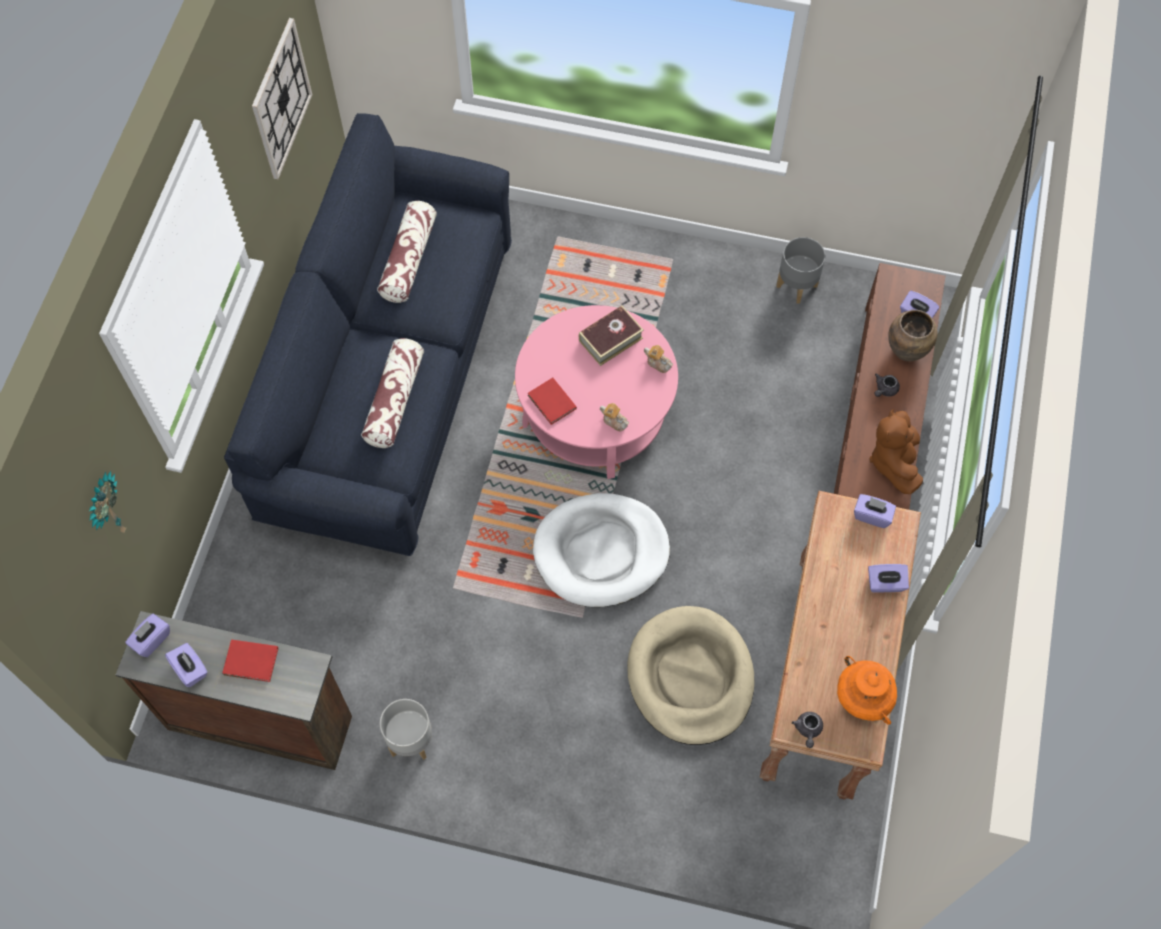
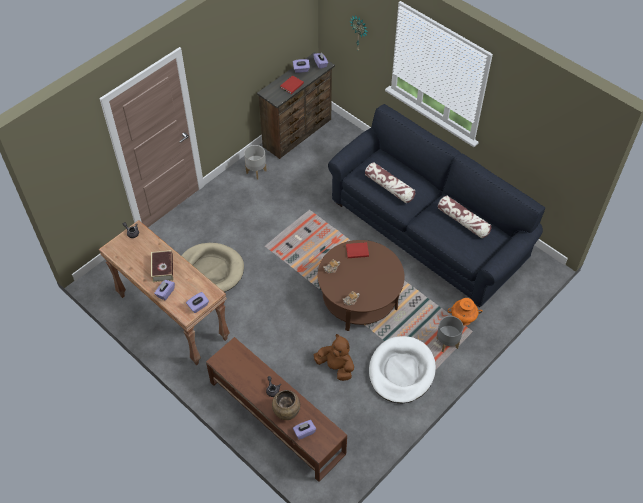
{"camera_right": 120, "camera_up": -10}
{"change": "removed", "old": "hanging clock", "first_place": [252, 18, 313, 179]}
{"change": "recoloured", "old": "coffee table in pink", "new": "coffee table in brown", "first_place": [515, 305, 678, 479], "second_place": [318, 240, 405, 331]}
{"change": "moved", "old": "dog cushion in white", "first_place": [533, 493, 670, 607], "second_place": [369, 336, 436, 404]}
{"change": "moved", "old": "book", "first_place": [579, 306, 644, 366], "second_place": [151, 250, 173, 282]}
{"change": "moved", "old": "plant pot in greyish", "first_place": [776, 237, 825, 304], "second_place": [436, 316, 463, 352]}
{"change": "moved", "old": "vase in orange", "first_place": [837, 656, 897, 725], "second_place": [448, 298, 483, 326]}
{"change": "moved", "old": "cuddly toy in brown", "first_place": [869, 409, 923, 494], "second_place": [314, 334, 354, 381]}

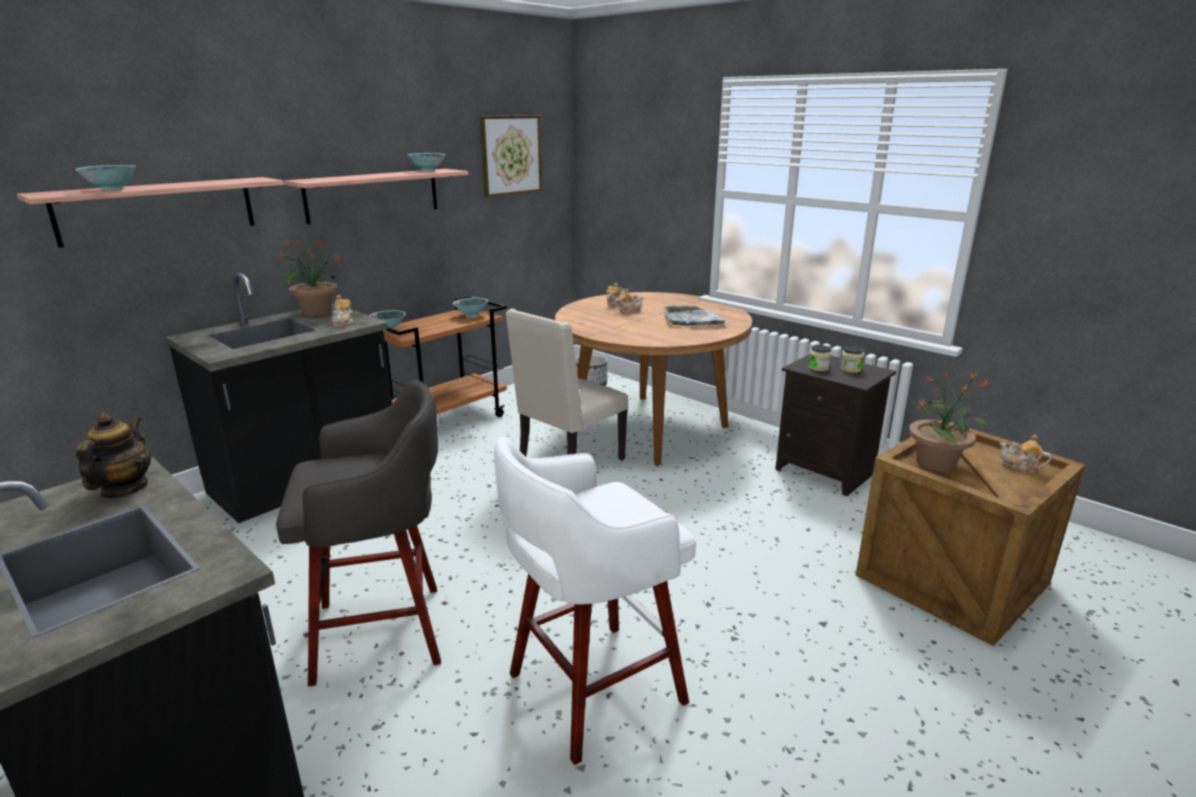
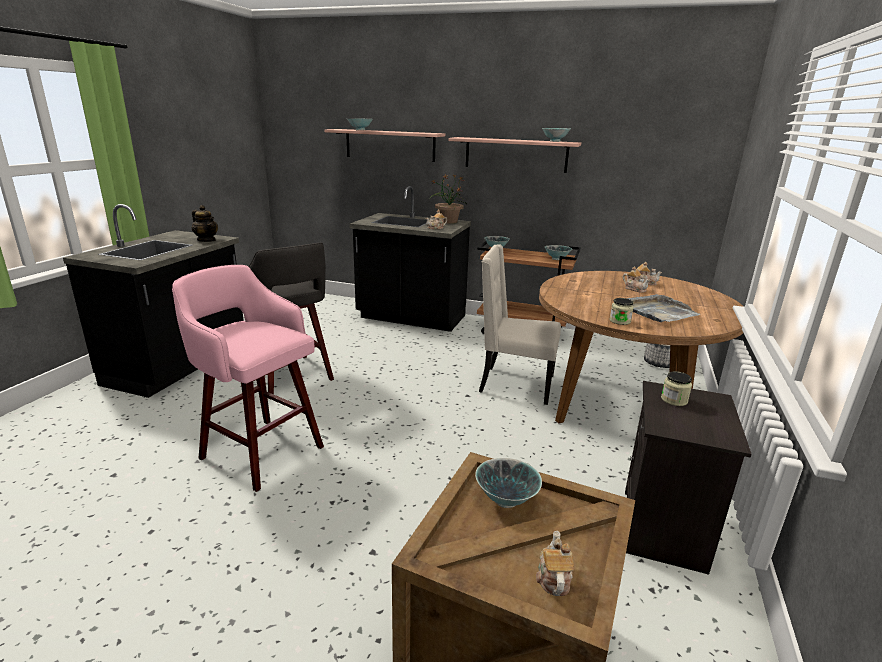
{"camera_right": 65, "camera_up": 0}
{"change": "turned", "old": "pot for tea", "first_place": [76, 413, 151, 498], "second_place": [191, 205, 218, 242], "degrees": 60}
{"change": "removed", "old": "picture", "first_place": [480, 115, 542, 197]}
{"change": "recoloured", "old": "stool in white", "new": "stool in pink", "first_place": [494, 437, 696, 765], "second_place": [172, 265, 324, 492]}
{"change": "moved", "old": "preserve jar", "first_place": [840, 346, 864, 373], "second_place": [610, 298, 634, 325]}
{"change": "replaced", "old": "houseplant", "new": "bowl", "first_place": [909, 373, 989, 471], "second_place": [475, 458, 542, 508]}

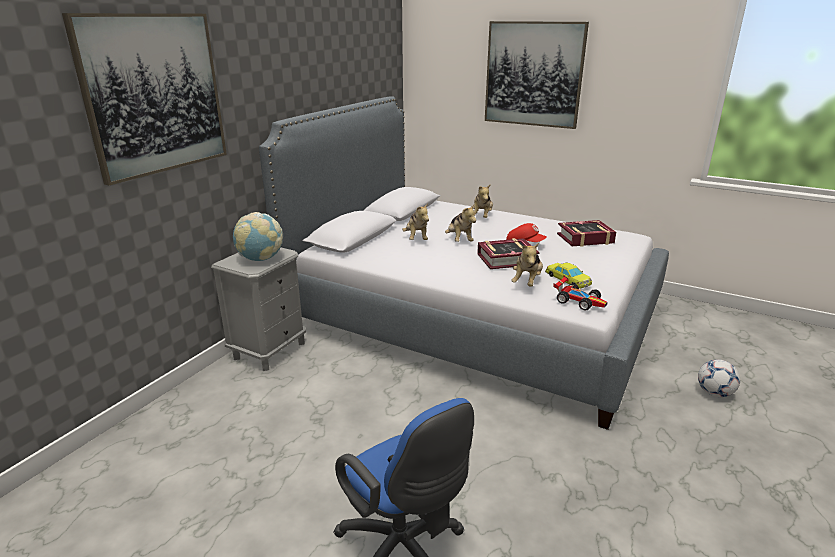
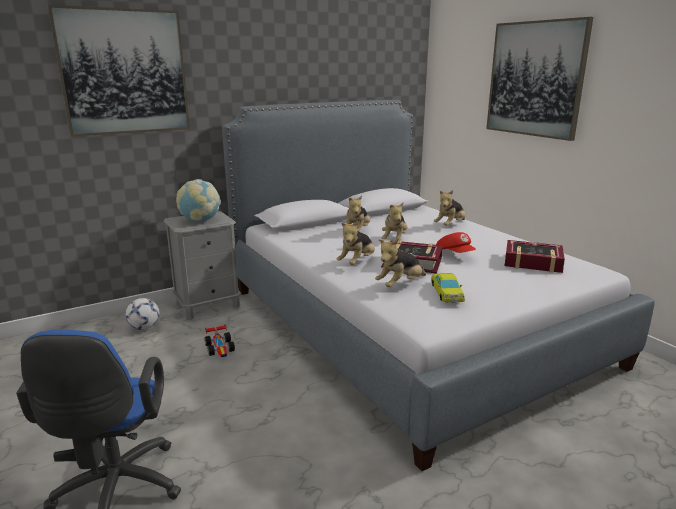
{"camera_right": 30, "camera_up": -5}
{"change": "moved", "old": "model car", "first_place": [553, 276, 608, 310], "second_place": [204, 325, 235, 357]}
{"change": "moved", "old": "football ball", "first_place": [698, 359, 740, 397], "second_place": [126, 298, 160, 330]}
{"change": "added", "new": "cuddly toy", "second_place": [337, 221, 375, 265]}

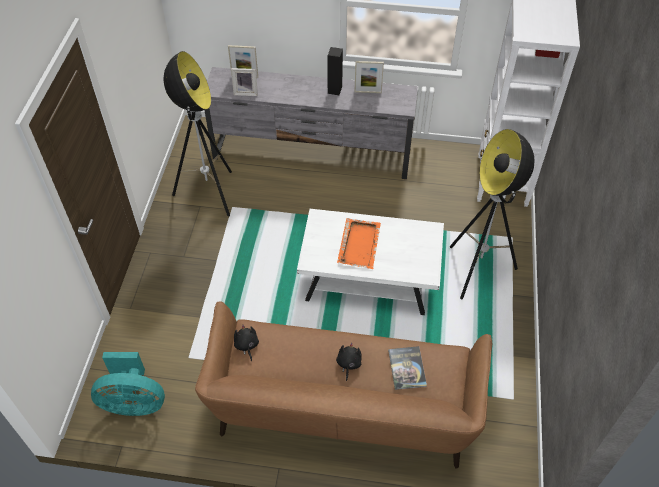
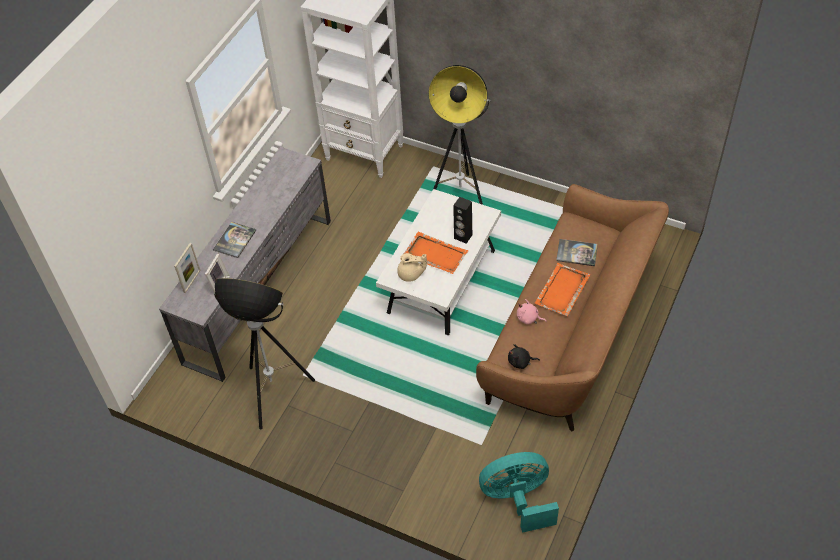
{"camera_right": -70, "camera_up": 0}
{"change": "turned", "old": "fan in blue-green", "first_place": [91, 352, 165, 416], "second_place": [479, 452, 559, 533], "degrees": -120}
{"change": "moved", "old": "speaker in black", "first_place": [327, 47, 343, 95], "second_place": [453, 197, 472, 244]}
{"change": "replaced", "old": "cuddly toy in black", "new": "carrying tray in orange", "first_place": [336, 343, 362, 381], "second_place": [535, 263, 590, 316]}
{"change": "removed", "old": "standing frame", "first_place": [354, 61, 384, 93]}
{"change": "added", "new": "book", "second_place": [213, 222, 256, 258]}
{"change": "added", "new": "pot for tea in beige", "second_place": [397, 253, 427, 282]}
{"change": "added", "new": "cuddly toy in pink", "second_place": [517, 299, 547, 325]}

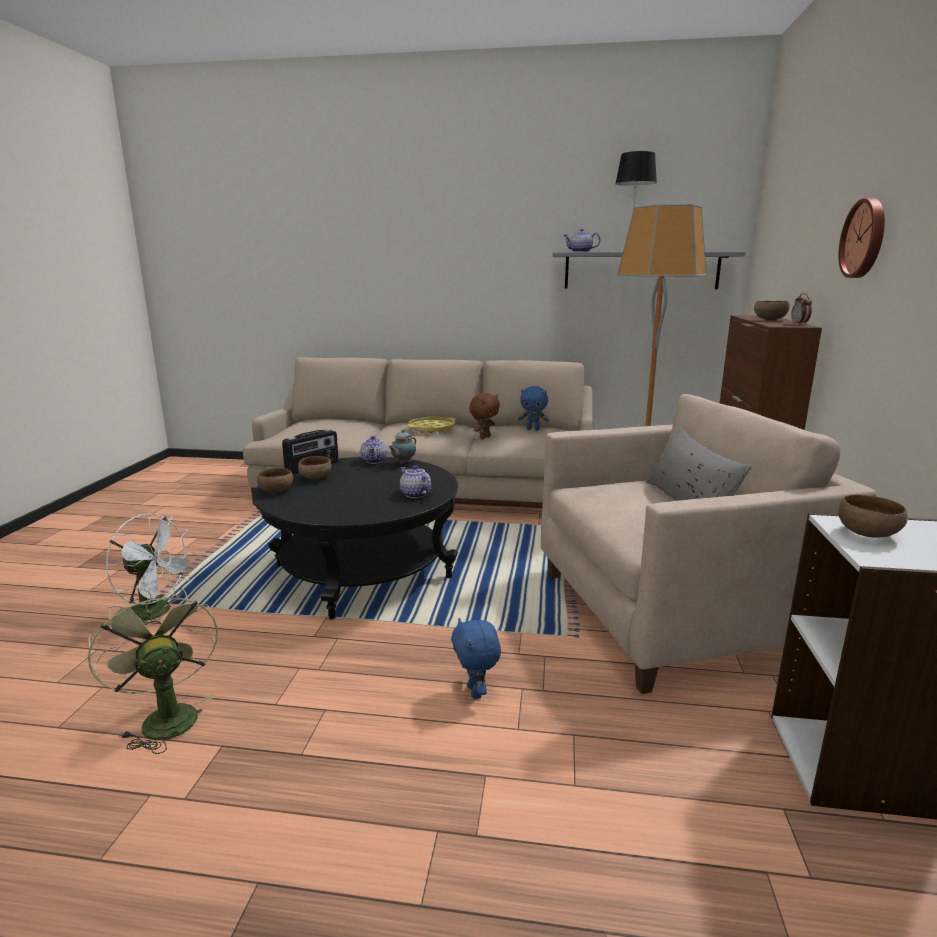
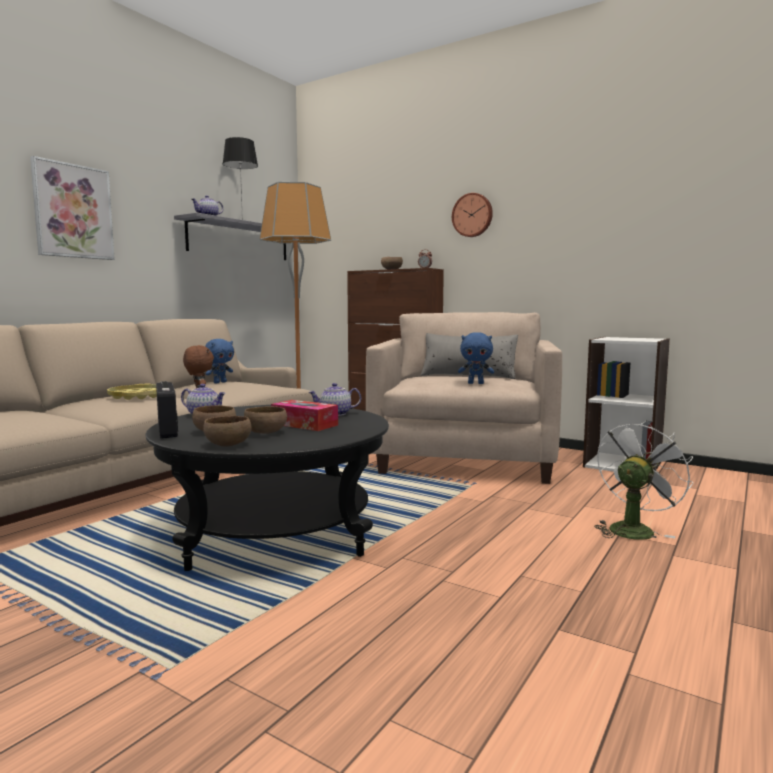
{"camera_right": -65, "camera_up": -10}
{"change": "removed", "old": "fan in green", "first_place": [88, 588, 218, 754]}
{"change": "moved", "old": "fan in white", "first_place": [106, 514, 196, 621], "second_place": [594, 420, 693, 540]}
{"change": "removed", "old": "pot for tea", "first_place": [388, 429, 416, 464]}
{"change": "moved", "old": "cuddly toy in blue", "first_place": [451, 618, 501, 699], "second_place": [458, 332, 494, 384]}
{"change": "moved", "old": "bowl in brown", "first_place": [838, 494, 908, 538], "second_place": [244, 406, 287, 434]}
{"change": "added", "new": "picture", "second_place": [30, 156, 115, 260]}
{"change": "added", "new": "box of tissues", "second_place": [271, 400, 338, 431]}

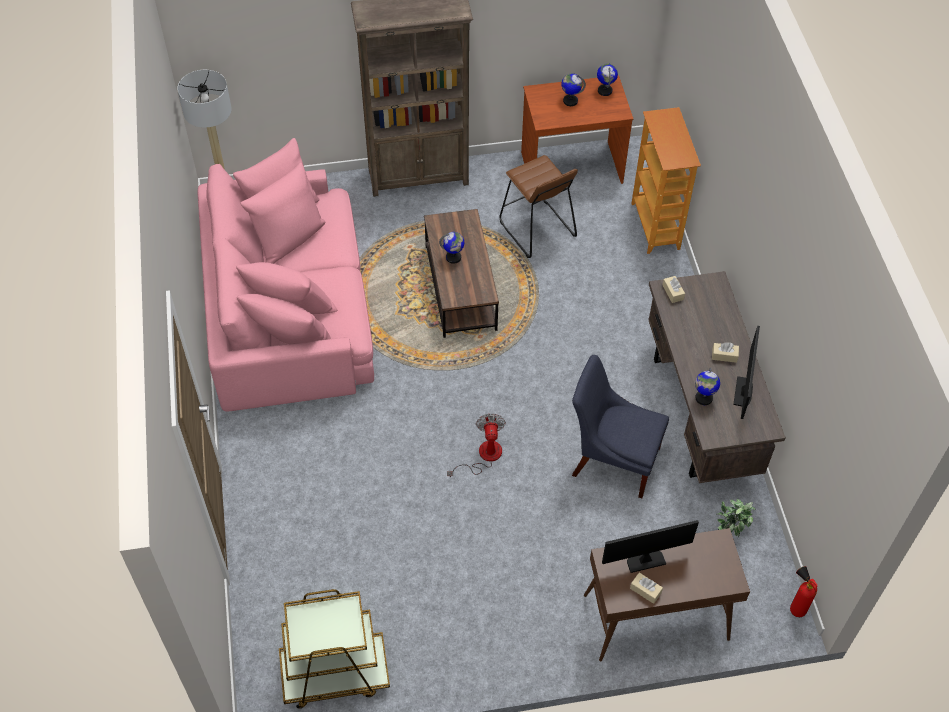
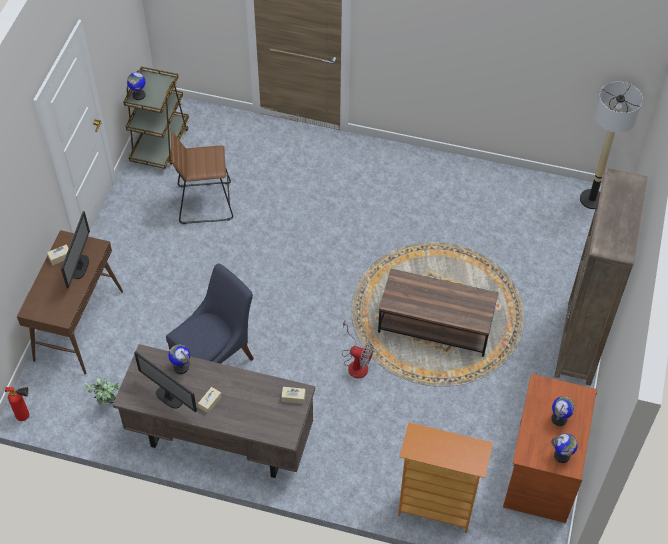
{"camera_right": 115, "camera_up": 0}
{"change": "removed", "old": "couch in pink", "first_place": [198, 138, 374, 411]}
{"change": "moved", "old": "desk globe", "first_place": [439, 232, 464, 264], "second_place": [127, 70, 146, 100]}
{"change": "moved", "old": "fan", "first_place": [447, 414, 506, 477], "second_place": [342, 320, 374, 378]}
{"change": "moved", "old": "stool in brown", "first_place": [499, 155, 578, 258], "second_place": [171, 132, 233, 224]}

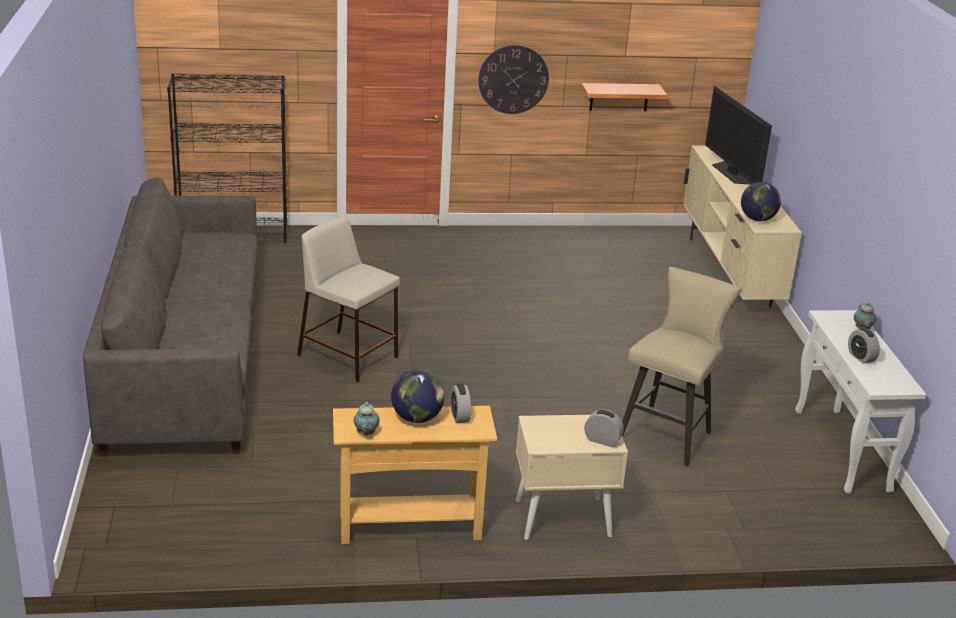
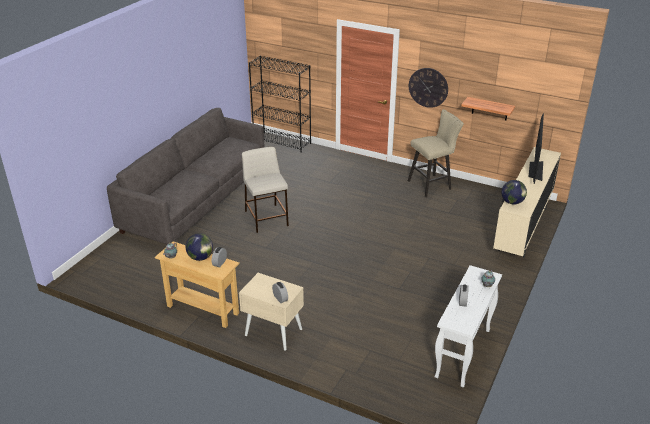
{"camera_right": 35, "camera_up": 5}
{"change": "moved", "old": "stool in beige", "first_place": [622, 267, 742, 466], "second_place": [408, 109, 464, 197]}

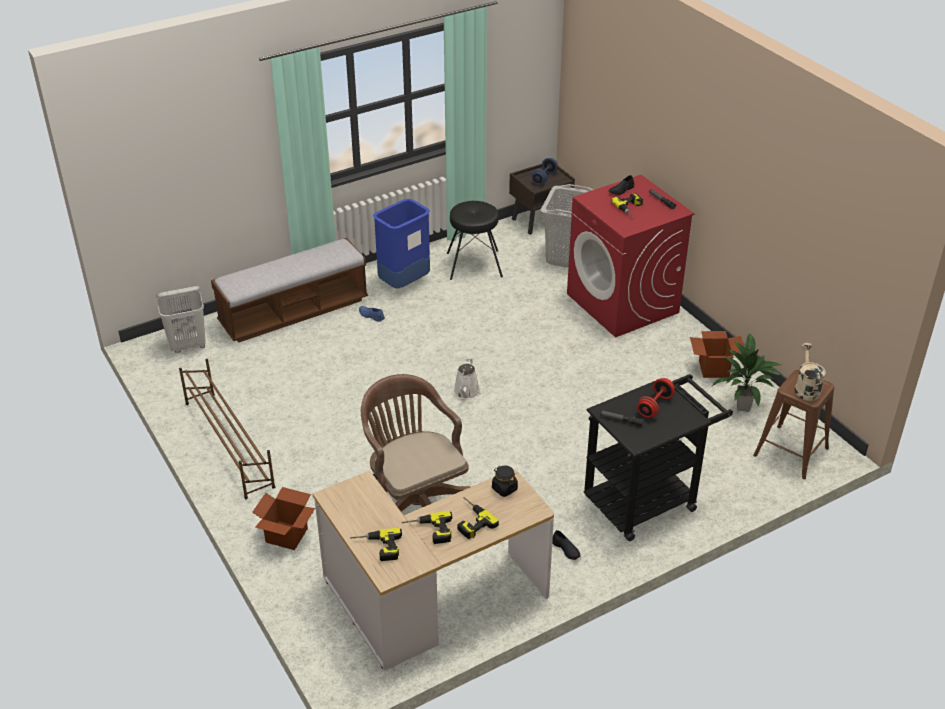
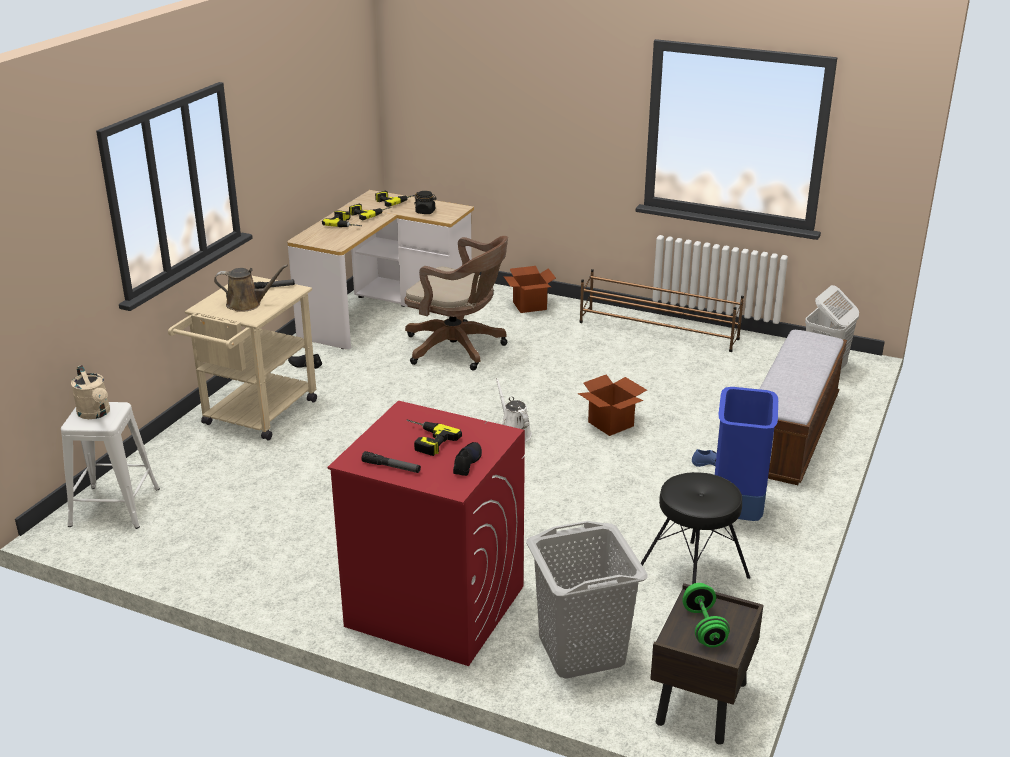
{"camera_right": 145, "camera_up": -10}
{"change": "moved", "old": "preserve jar in black", "first_place": [492, 466, 518, 497], "second_place": [414, 191, 437, 214]}
{"change": "recoloured", "old": "dumbbell in blue", "new": "dumbbell in green", "first_place": [532, 158, 558, 185], "second_place": [682, 583, 730, 648]}
{"change": "recoloured", "old": "wheeled cart in black", "new": "wheeled cart in beige", "first_place": [584, 374, 733, 541], "second_place": [168, 276, 317, 441]}
{"change": "replaced", "old": "dumbbell in reddish", "new": "watering can in brown", "first_place": [637, 378, 675, 418], "second_place": [214, 265, 288, 312]}
{"change": "moved", "old": "packing box", "first_place": [690, 331, 744, 378], "second_place": [578, 374, 647, 436]}
{"change": "removed", "old": "houseplant", "first_place": [711, 333, 781, 412]}
{"change": "recoloured", "old": "stool in brown", "new": "stool in white", "first_place": [753, 370, 835, 479], "second_place": [61, 402, 160, 529]}

